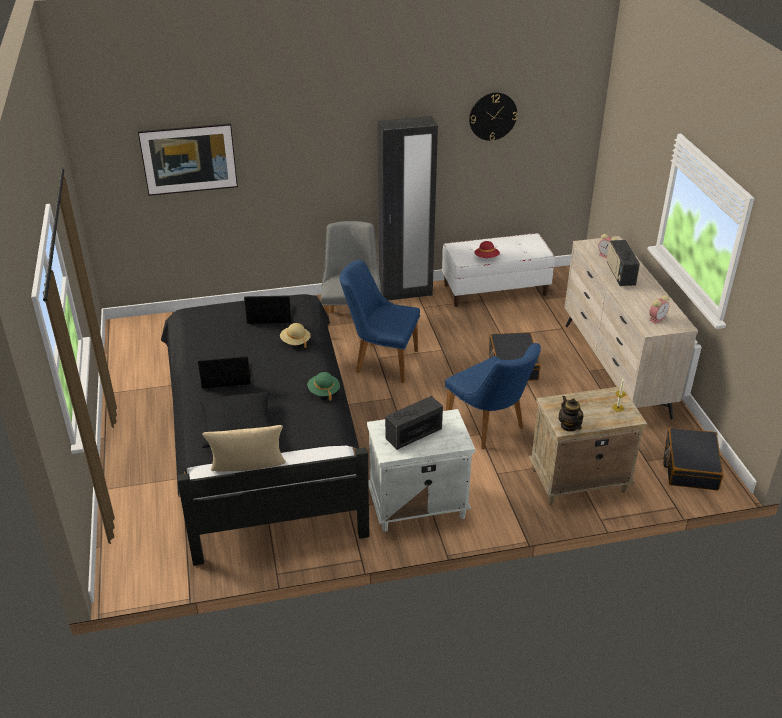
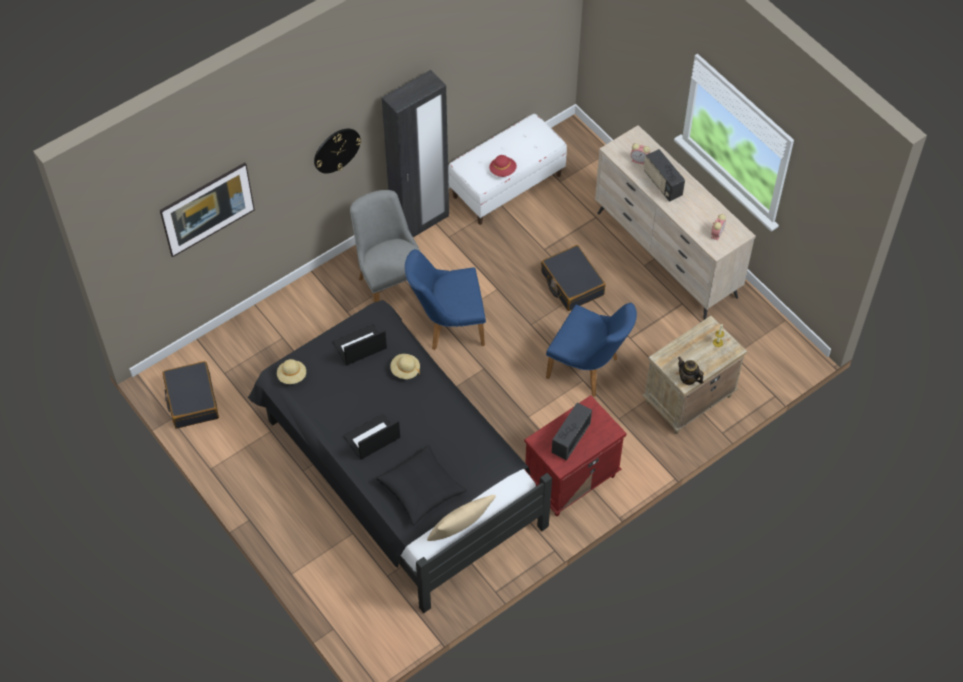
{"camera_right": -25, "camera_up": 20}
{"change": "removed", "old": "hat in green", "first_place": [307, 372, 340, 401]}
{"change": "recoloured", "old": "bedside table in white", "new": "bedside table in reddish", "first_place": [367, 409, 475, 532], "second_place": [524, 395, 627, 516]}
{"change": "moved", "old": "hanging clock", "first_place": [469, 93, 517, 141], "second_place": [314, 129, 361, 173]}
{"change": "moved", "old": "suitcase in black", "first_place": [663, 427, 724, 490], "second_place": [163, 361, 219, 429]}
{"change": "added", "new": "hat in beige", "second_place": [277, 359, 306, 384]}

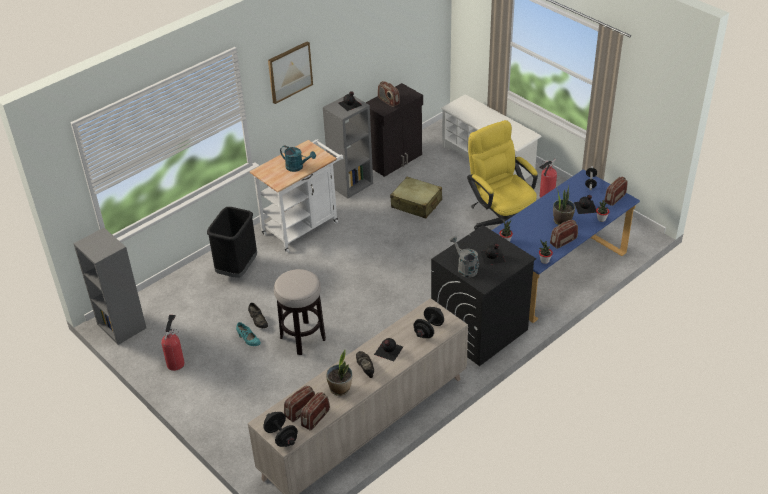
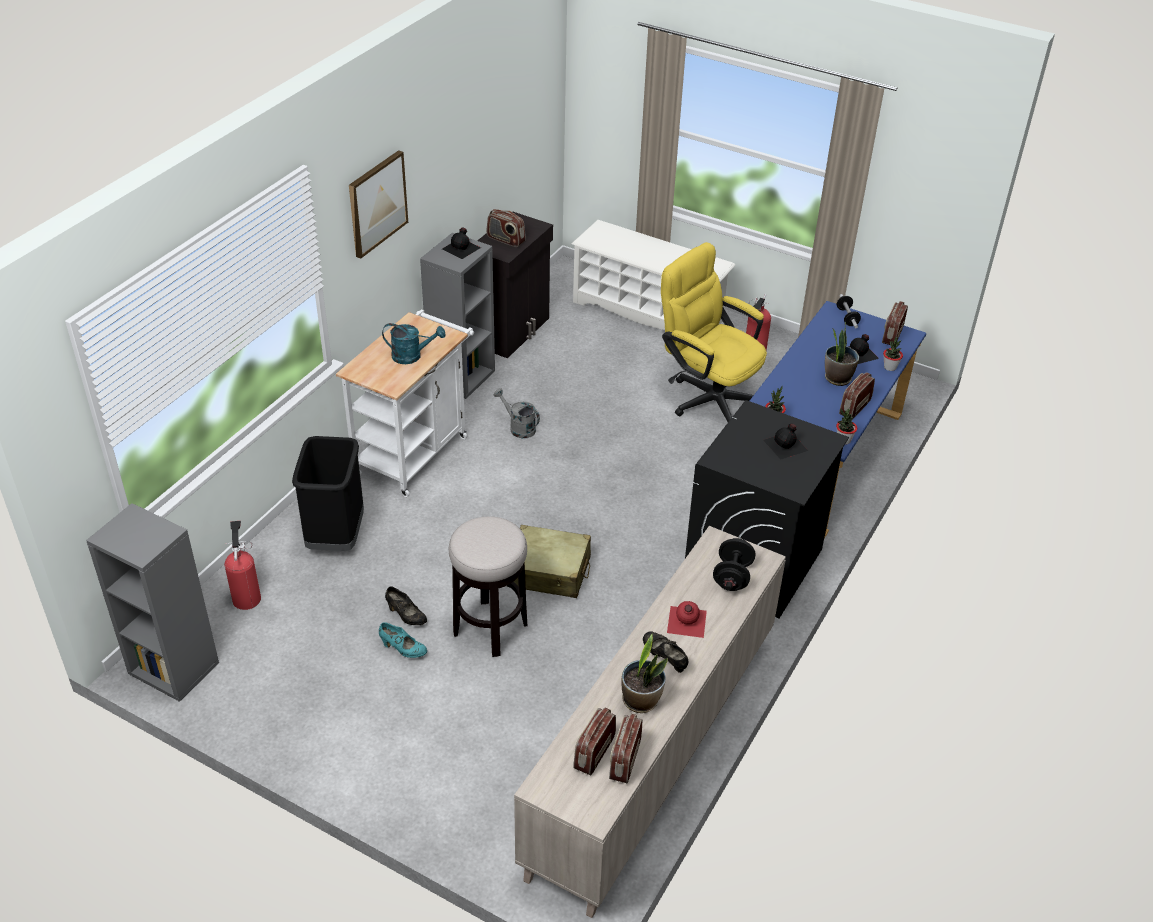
{"camera_right": -20, "camera_up": 0}
{"change": "moved", "old": "extinguisher", "first_place": [161, 315, 185, 371], "second_place": [224, 521, 261, 610]}
{"change": "removed", "old": "dumbbell in black", "first_place": [263, 412, 298, 447]}
{"change": "recoloured", "old": "bottle in black", "new": "bottle in reddish", "first_place": [374, 338, 403, 361], "second_place": [667, 601, 707, 638]}
{"change": "moved", "old": "suitcase in beige", "first_place": [390, 177, 442, 218], "second_place": [507, 525, 591, 598]}
{"change": "moved", "old": "watering can in greyish", "first_place": [449, 236, 479, 278], "second_place": [494, 388, 540, 438]}

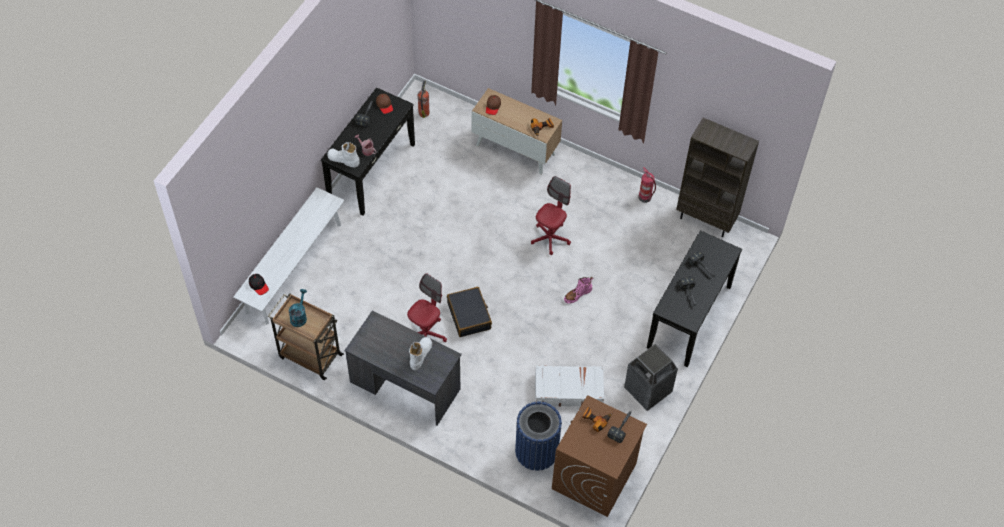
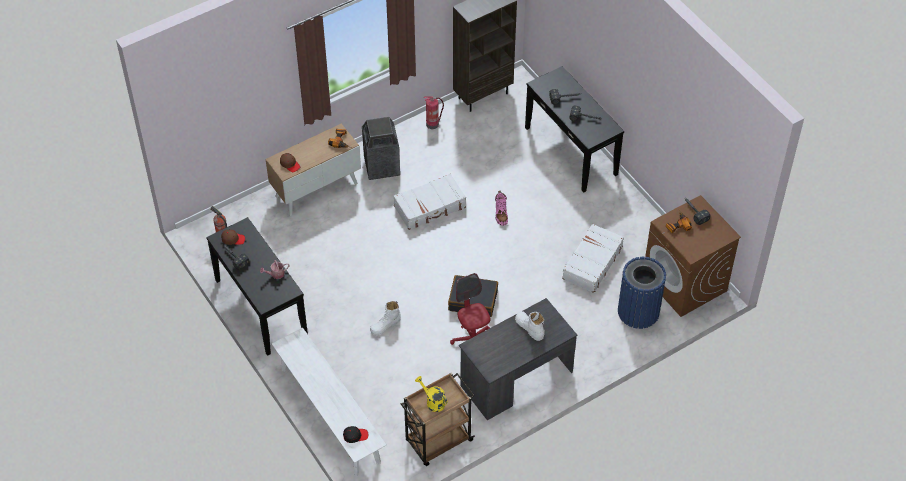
{"camera_right": -60, "camera_up": -5}
{"change": "recoloured", "old": "watering can in blue-green", "new": "watering can in yellowish", "first_place": [289, 289, 307, 327], "second_place": [415, 376, 447, 412]}
{"change": "moved", "old": "tall boot in white", "first_place": [327, 142, 359, 168], "second_place": [370, 301, 401, 336]}
{"change": "replaced", "old": "office chair in reddish", "new": "suitcase in white", "first_place": [531, 176, 571, 255], "second_place": [393, 174, 466, 230]}
{"change": "moved", "old": "rubbish bin", "first_place": [624, 344, 678, 411], "second_place": [362, 117, 400, 180]}

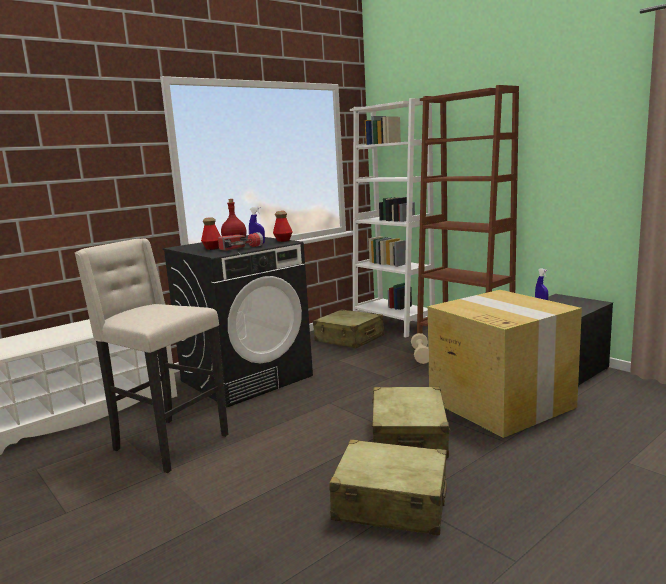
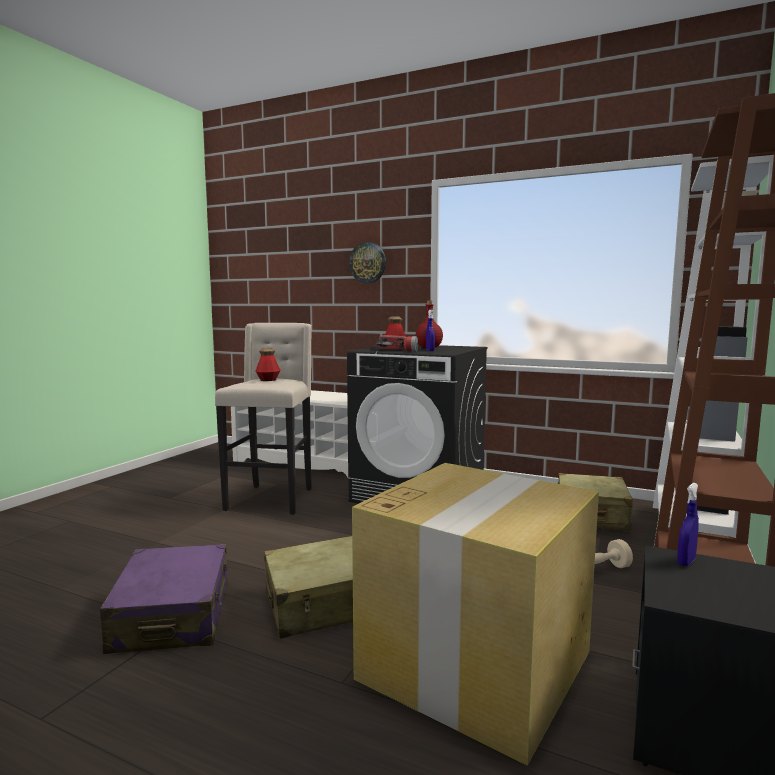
{"camera_right": 65, "camera_up": -5}
{"change": "moved", "old": "bottle", "first_place": [273, 211, 292, 242], "second_place": [255, 348, 281, 381]}
{"change": "recoloured", "old": "suitcase in beige", "new": "suitcase in purple-coloured", "first_place": [330, 439, 447, 536], "second_place": [100, 544, 228, 654]}
{"change": "added", "new": "hanging clock", "second_place": [349, 242, 386, 283]}

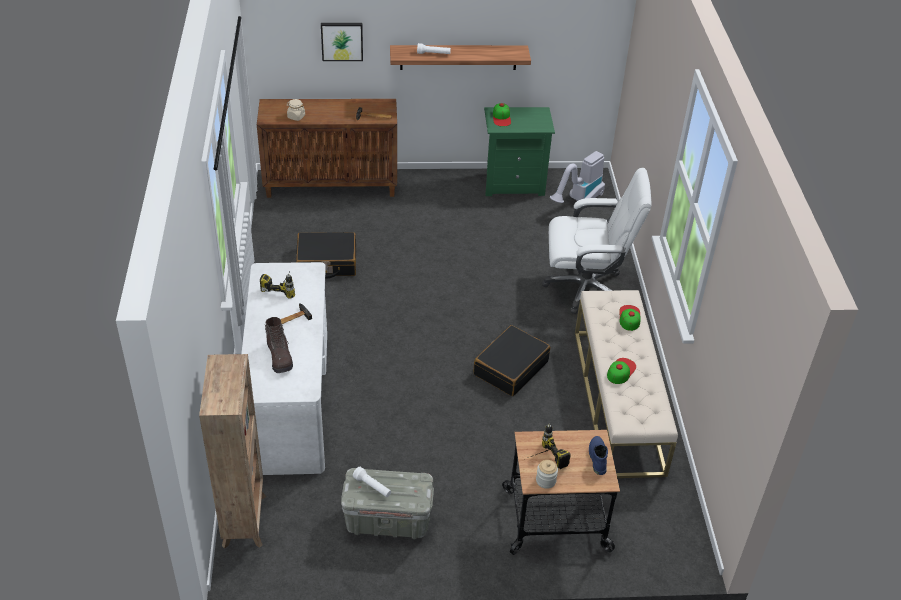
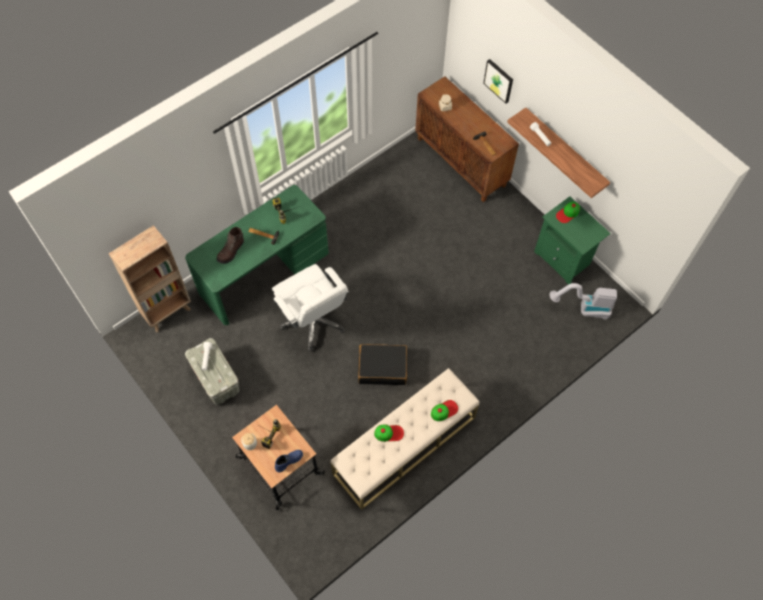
{"camera_right": 55, "camera_up": 20}
{"change": "recoloured", "old": "desk in white", "new": "desk in green", "first_place": [241, 262, 327, 475], "second_place": [185, 185, 329, 325]}
{"change": "removed", "old": "suitcase in black", "first_place": [296, 232, 356, 278]}
{"change": "moved", "old": "office chair in white", "first_place": [542, 168, 651, 314], "second_place": [272, 264, 349, 351]}

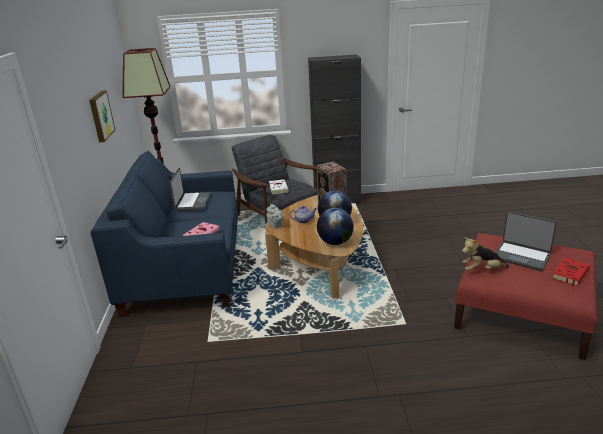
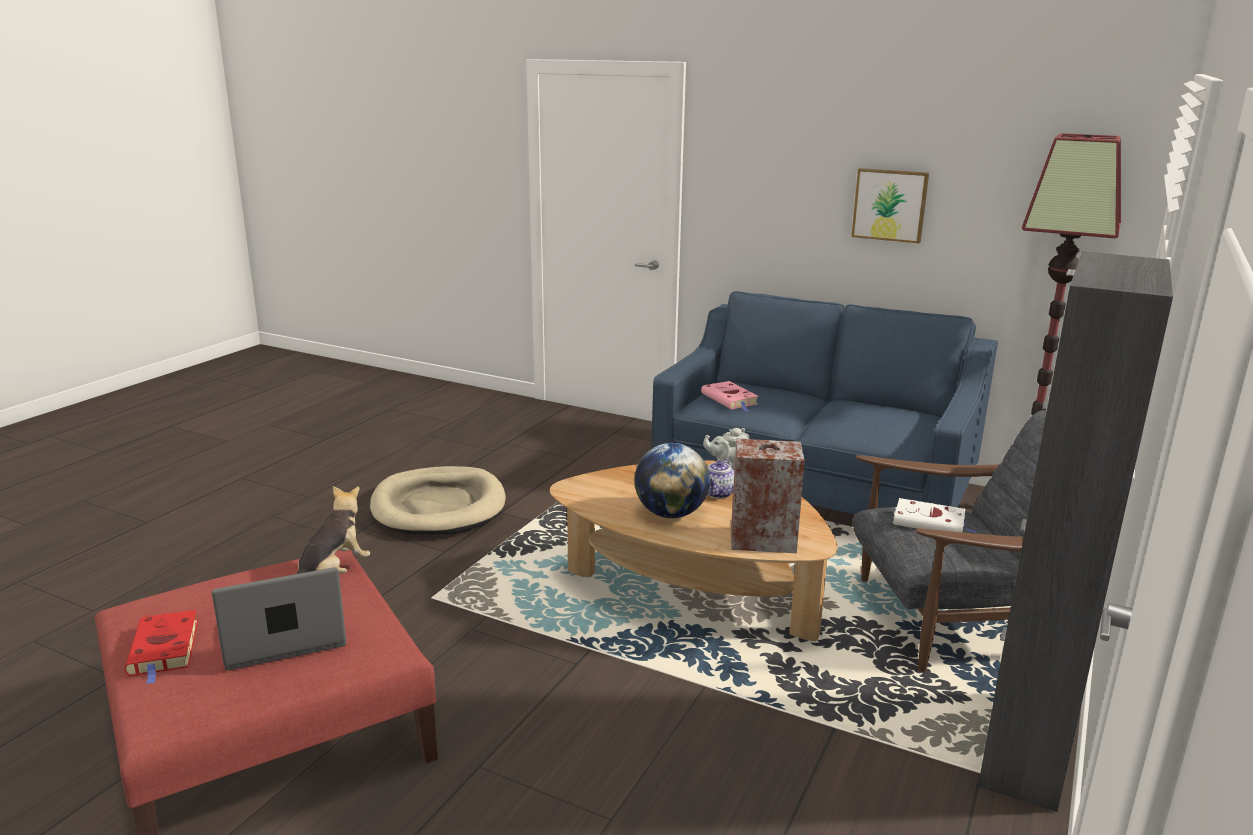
{"camera_right": 120, "camera_up": -5}
{"change": "removed", "old": "notebook computer", "first_place": [169, 168, 211, 211]}
{"change": "removed", "old": "desk globe", "first_place": [317, 208, 354, 245]}
{"change": "added", "new": "dog cushion in beige", "second_place": [370, 466, 506, 534]}

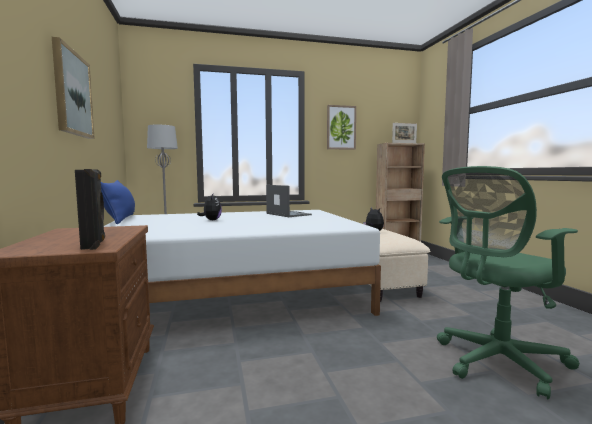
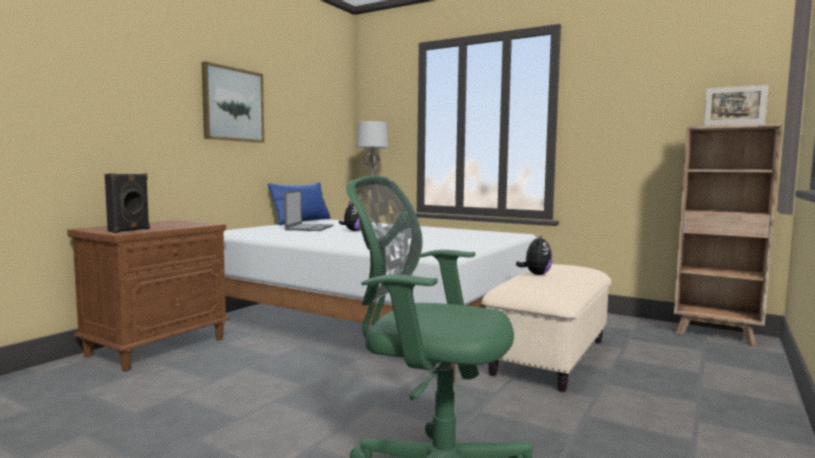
{"camera_right": 45, "camera_up": 0}
{"change": "moved", "old": "notebook computer", "first_place": [266, 185, 312, 217], "second_place": [284, 190, 334, 231]}
{"change": "removed", "old": "picture", "first_place": [327, 105, 356, 150]}

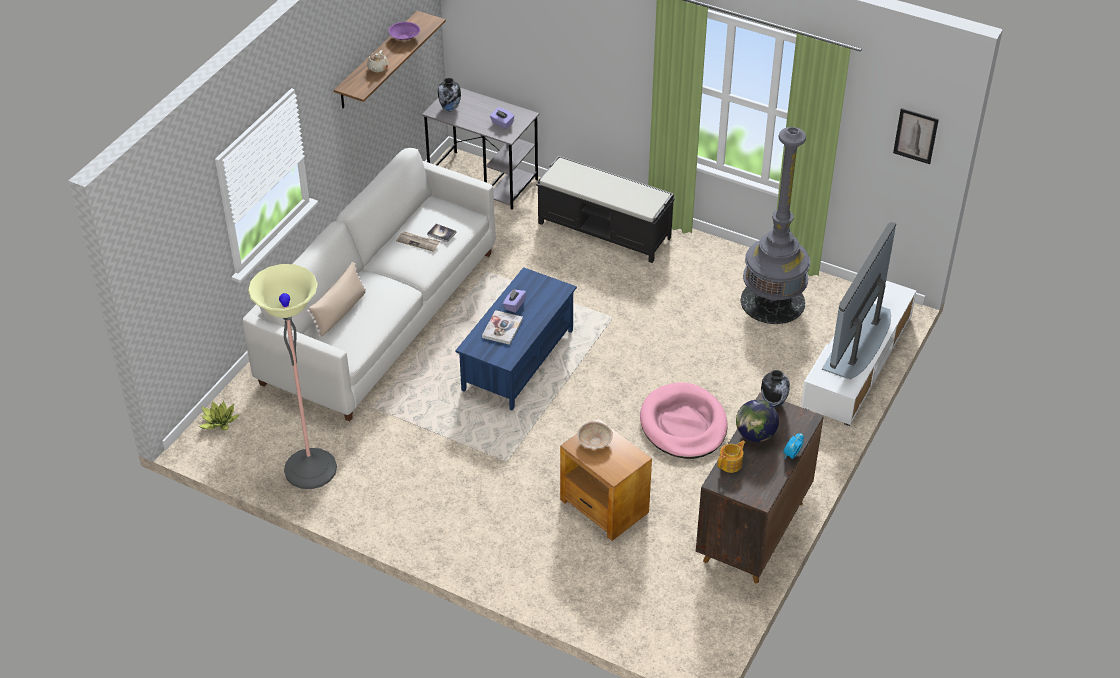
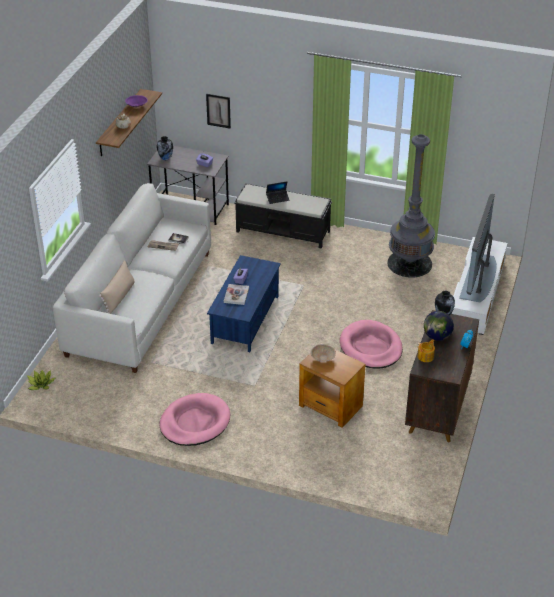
{"camera_right": -10, "camera_up": -5}
{"change": "removed", "old": "floor lamp", "first_place": [248, 264, 337, 489]}
{"change": "moved", "old": "picture", "first_place": [893, 108, 939, 164], "second_place": [206, 94, 231, 128]}
{"change": "added", "new": "dog cushion in pink", "second_place": [159, 393, 230, 446]}
{"change": "added", "new": "notebook computer", "second_place": [266, 181, 290, 204]}

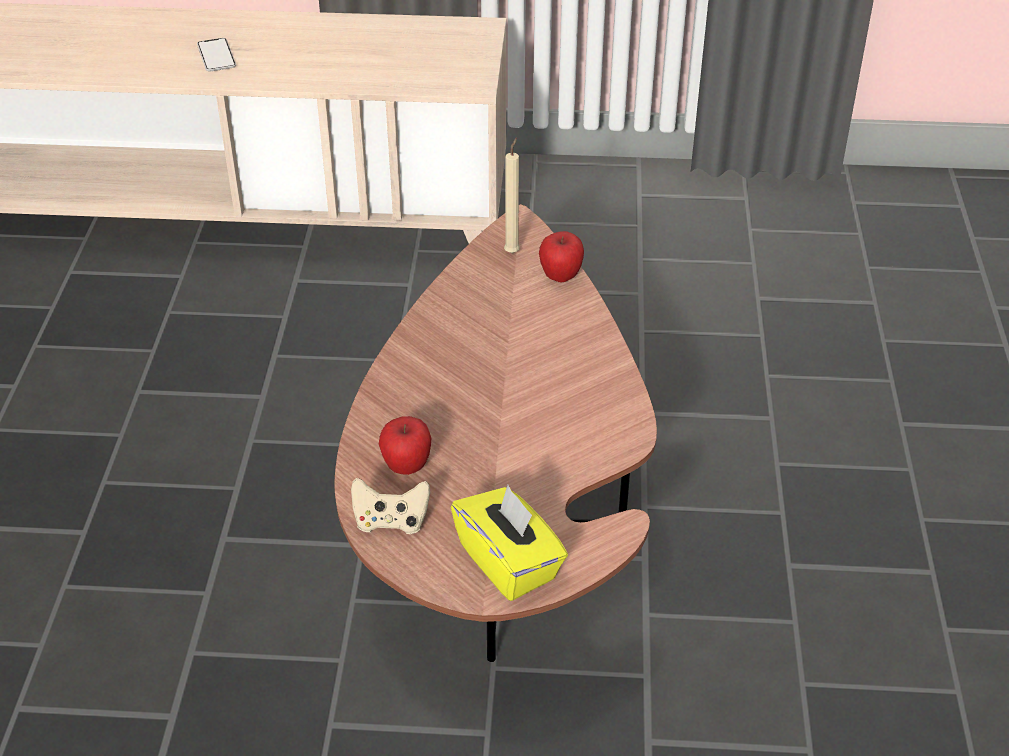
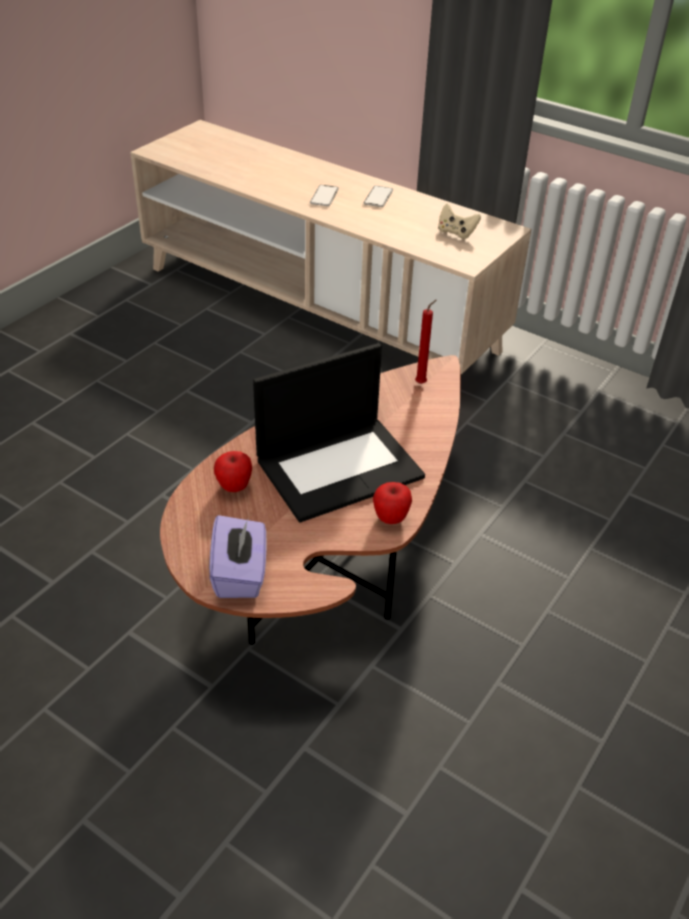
{"camera_right": 30, "camera_up": 0}
{"change": "moved", "old": "gamepad in beige", "first_place": [351, 478, 430, 534], "second_place": [438, 204, 481, 239]}
{"change": "recoloured", "old": "box of tissues in yellowish", "new": "box of tissues in purple-coloured", "first_place": [451, 485, 568, 601], "second_place": [209, 515, 266, 598]}
{"change": "recoloured", "old": "wax light in beige", "new": "wax light in reddish", "first_place": [504, 137, 520, 253], "second_place": [415, 300, 436, 384]}
{"change": "moved", "old": "apple", "first_place": [539, 231, 584, 282], "second_place": [373, 482, 412, 524]}
{"change": "added", "new": "notebook computer", "second_place": [253, 343, 425, 523]}
{"change": "added", "new": "phone", "second_place": [364, 186, 393, 207]}

